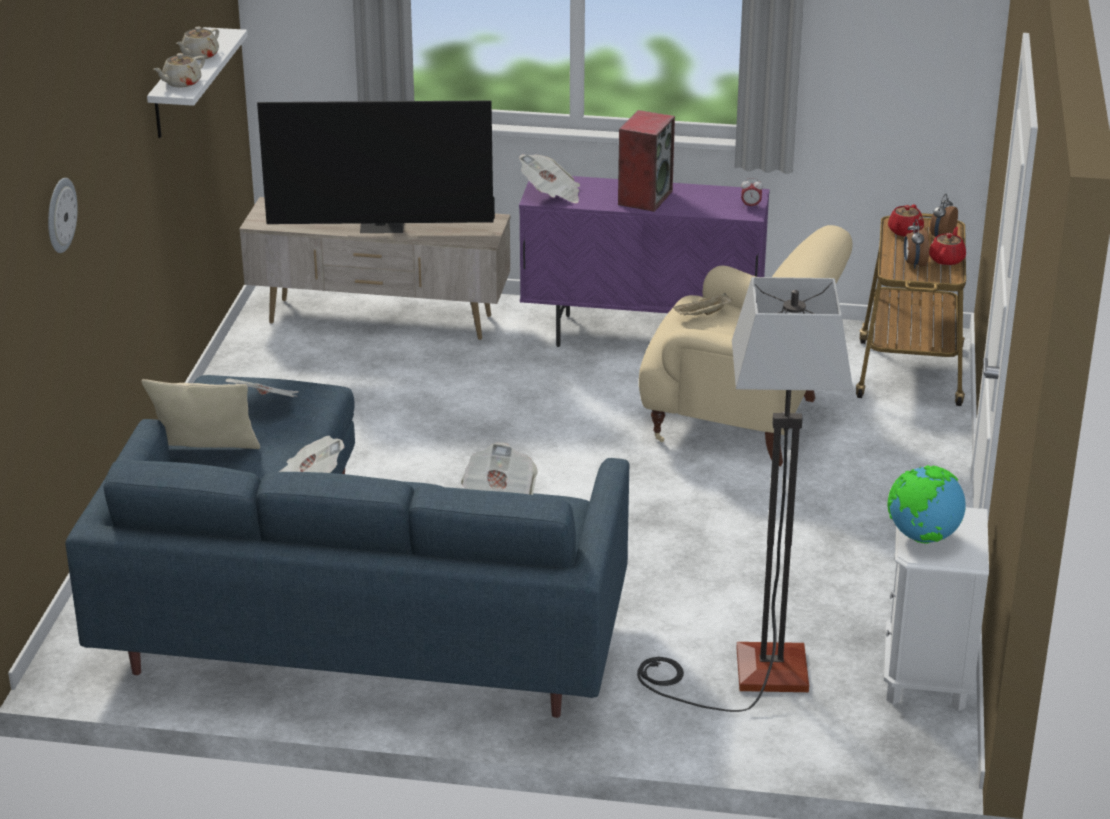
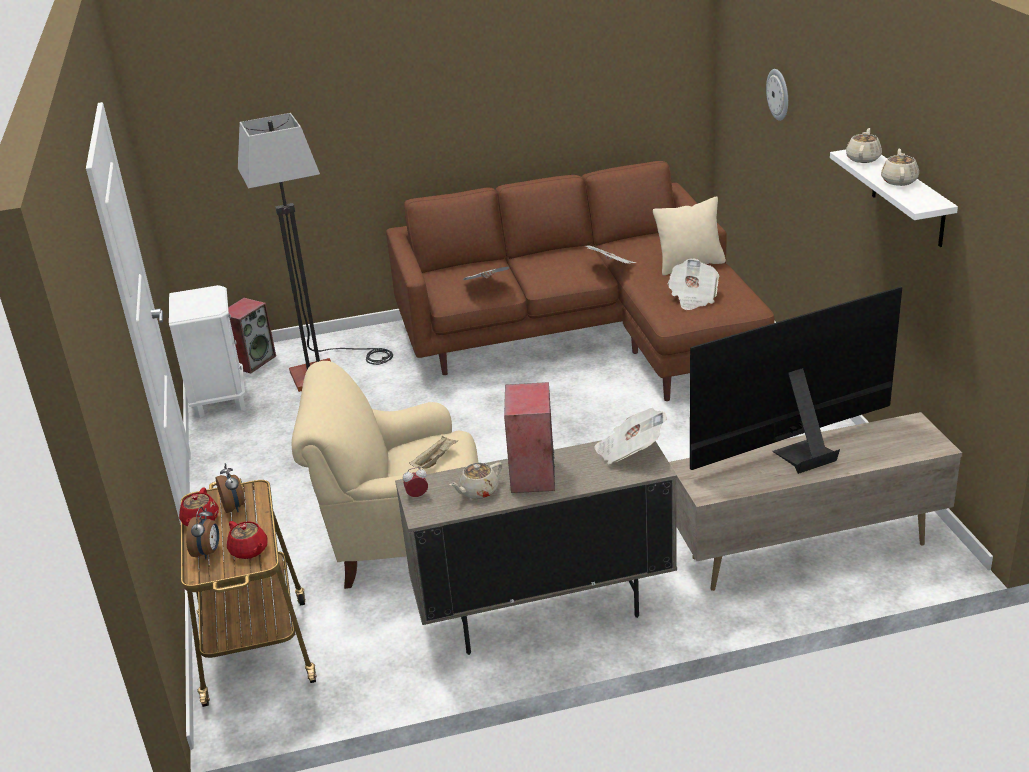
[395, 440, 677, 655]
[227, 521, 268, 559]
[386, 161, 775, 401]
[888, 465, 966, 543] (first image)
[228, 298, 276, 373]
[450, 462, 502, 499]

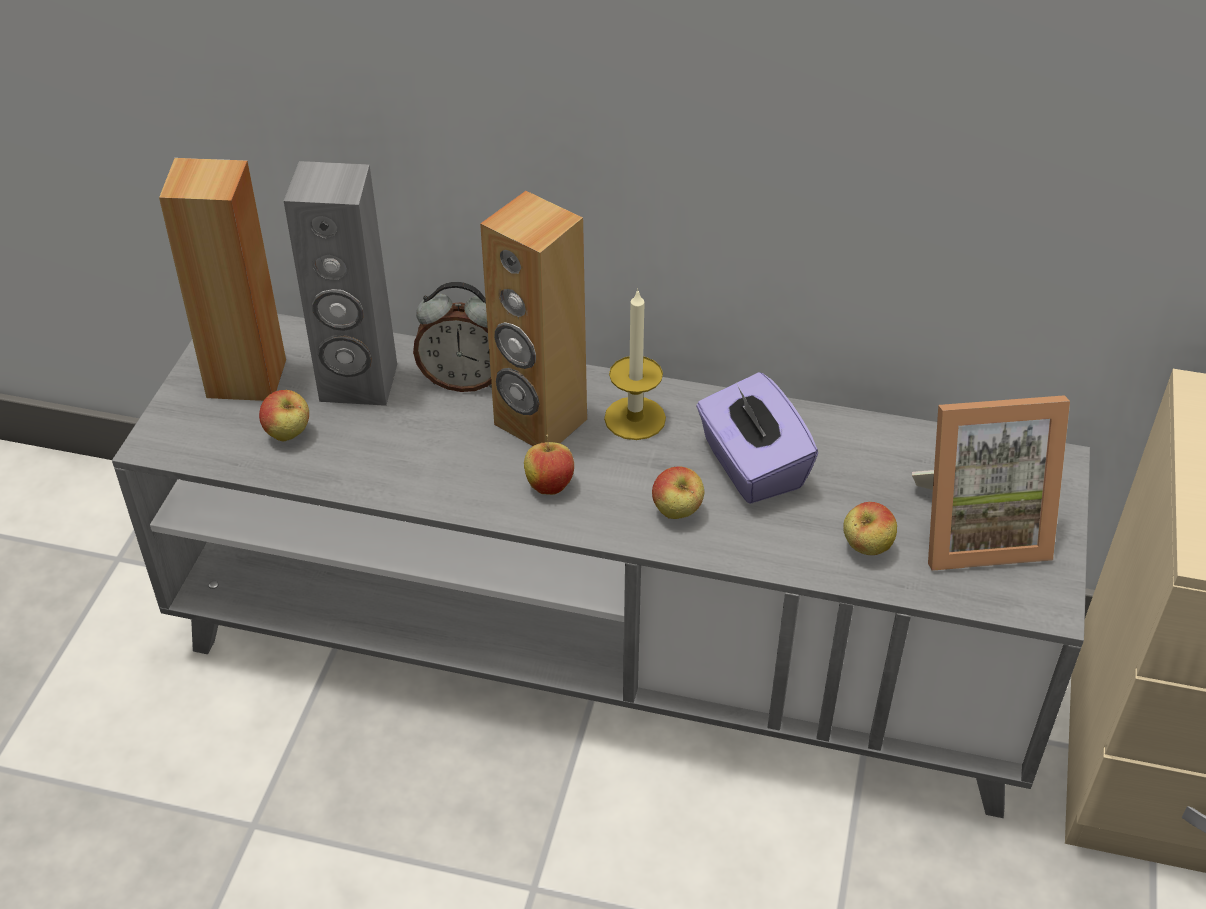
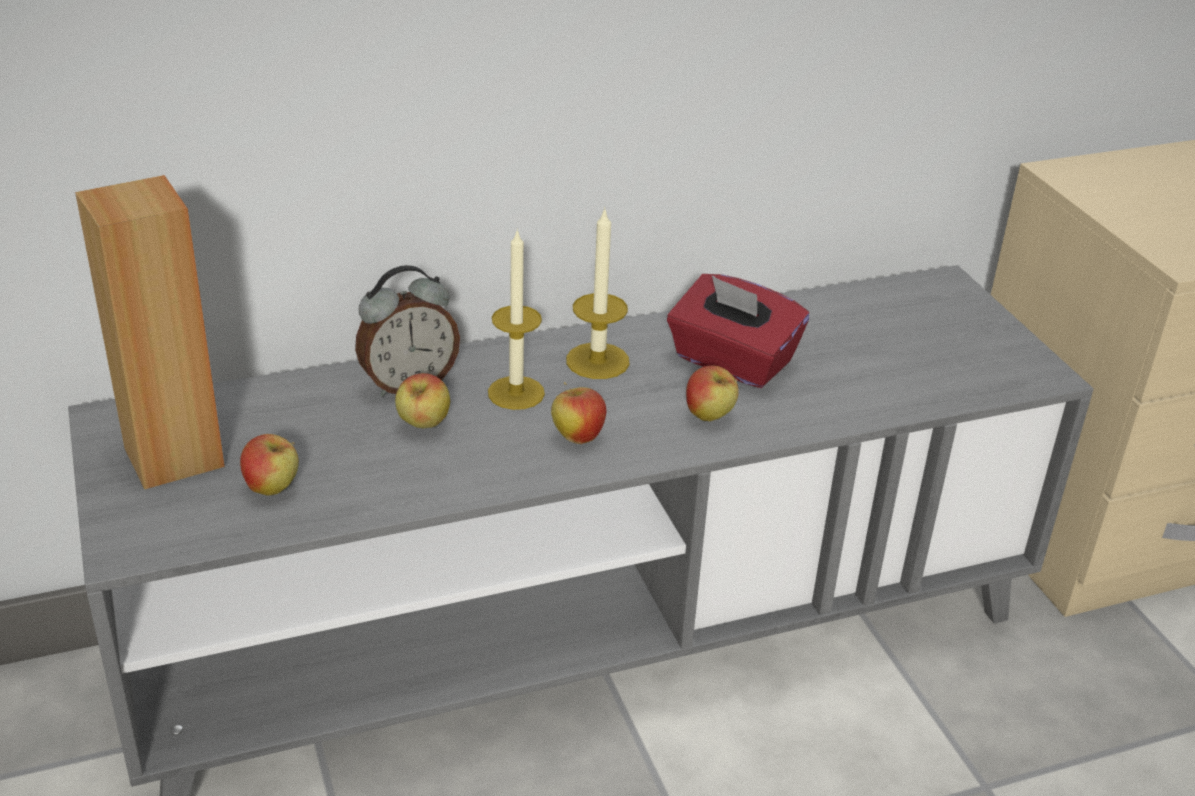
[284, 161, 397, 406] (first image)
[488, 228, 545, 410]
[667, 274, 809, 388]
[912, 395, 1070, 571] (first image)
[395, 373, 450, 428]

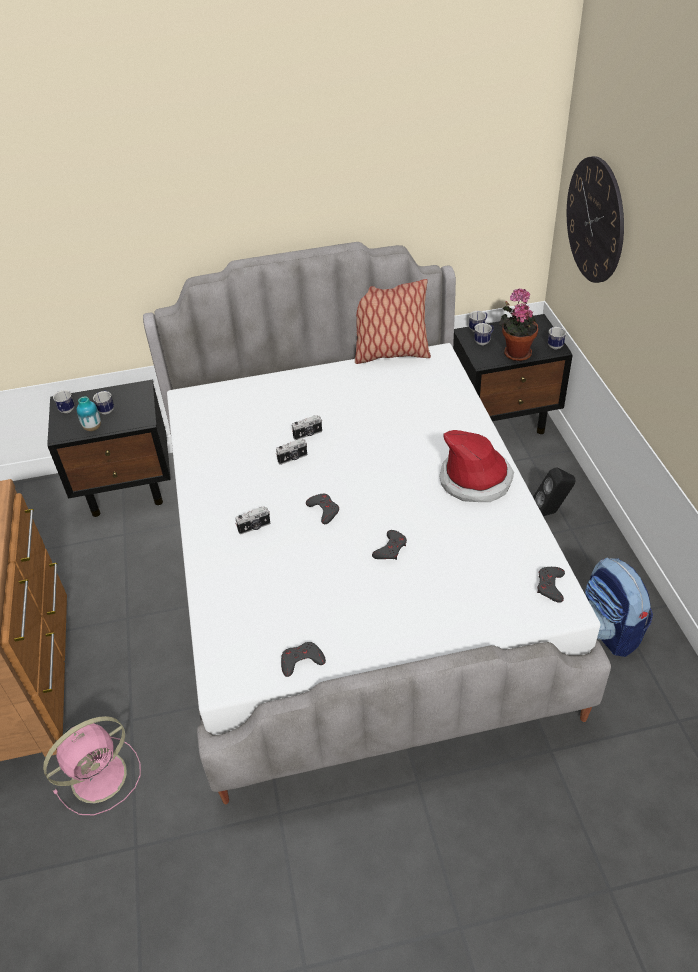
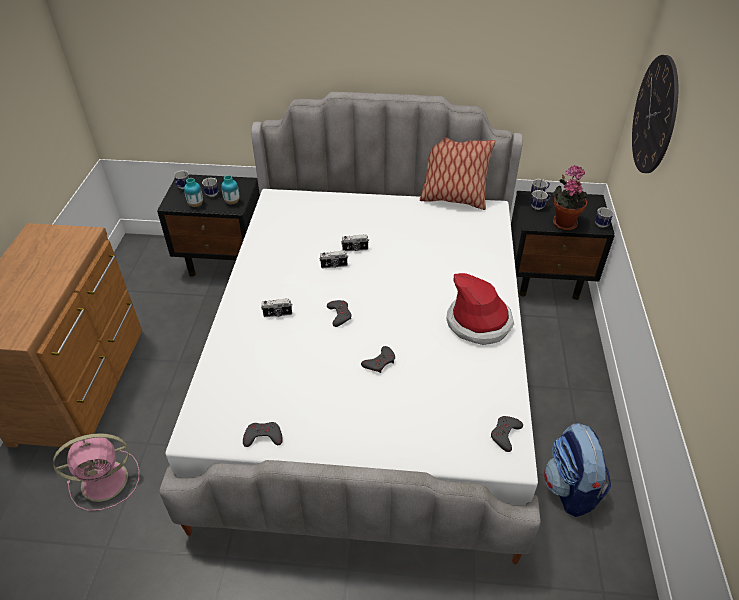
[533, 468, 576, 516] (first image)
[221, 175, 240, 204]

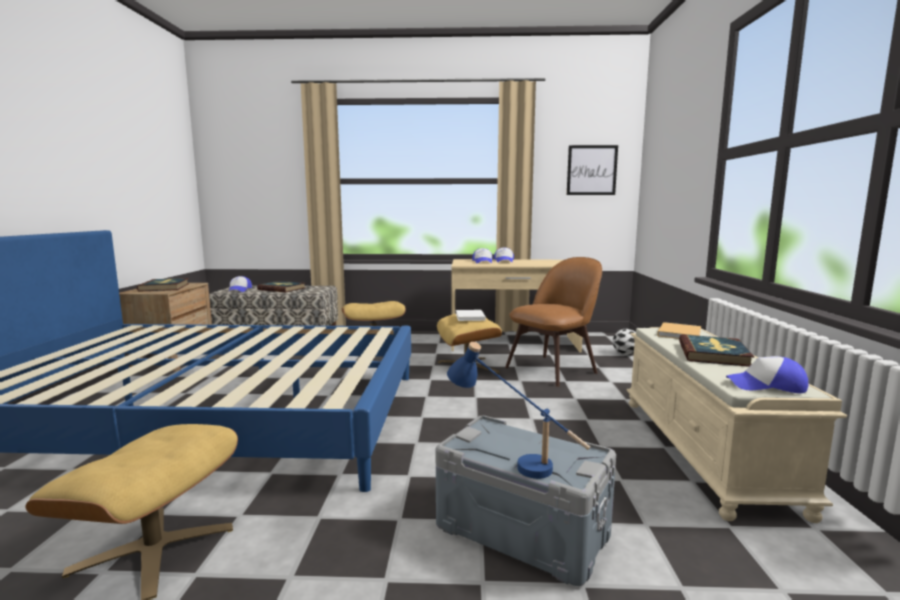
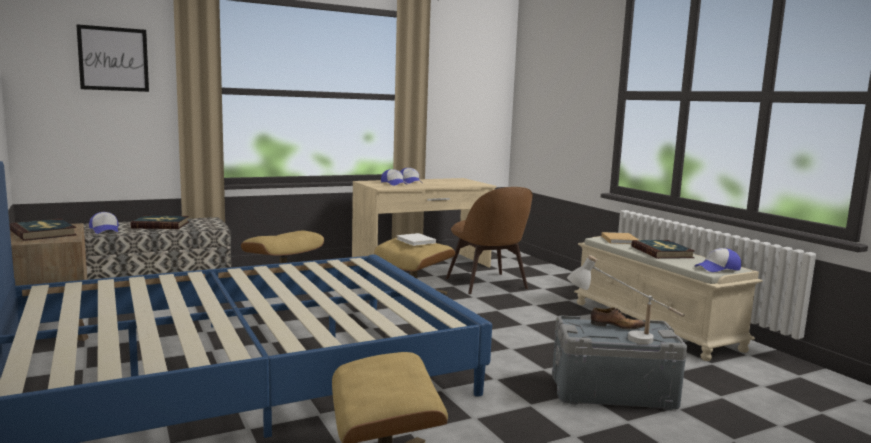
[76, 24, 149, 92]
[446, 187, 533, 294]
[613, 329, 636, 355] (first image)
[567, 255, 685, 344]
[591, 307, 645, 329]

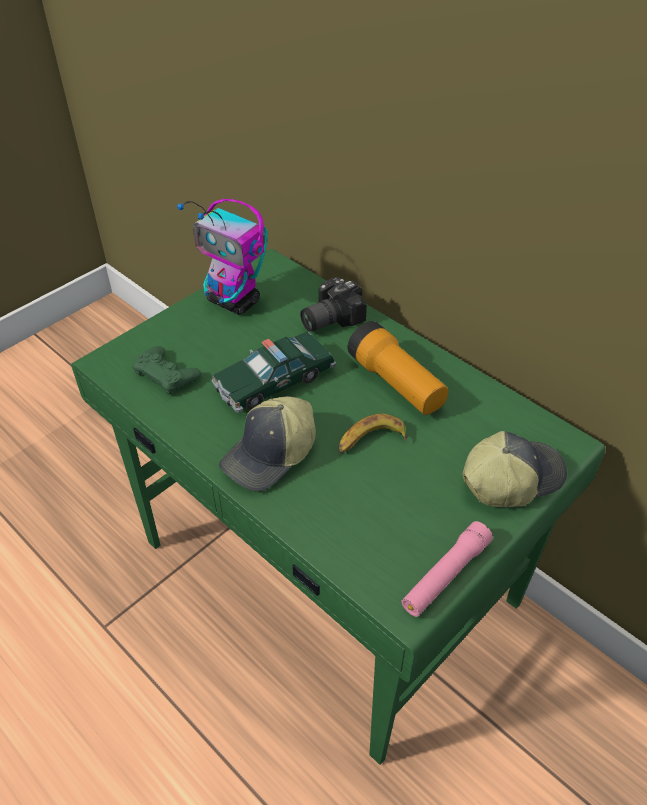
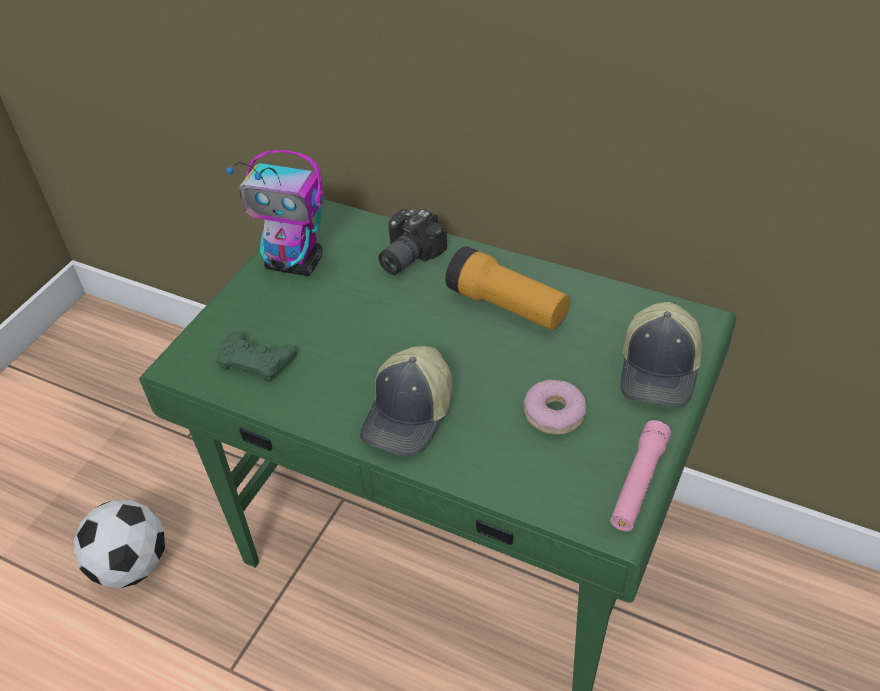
[212, 332, 336, 413] (first image)
[339, 414, 407, 453] (first image)
[620, 302, 702, 407]
[524, 379, 586, 435]
[74, 500, 165, 588]

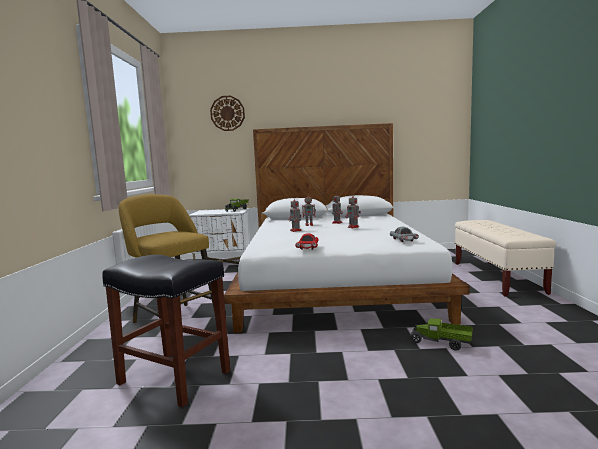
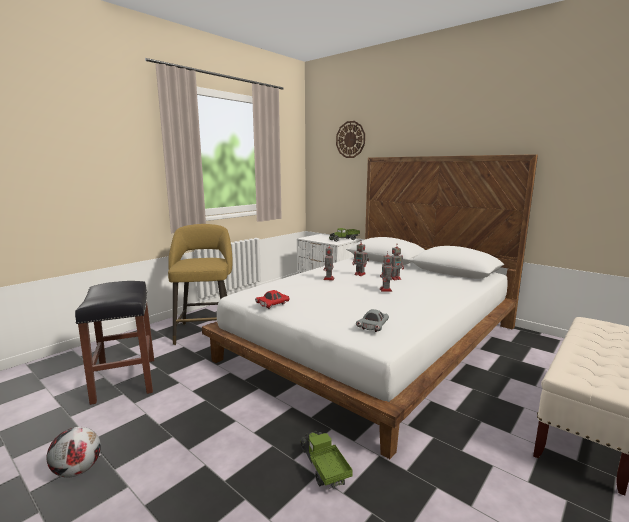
[47, 427, 101, 478]

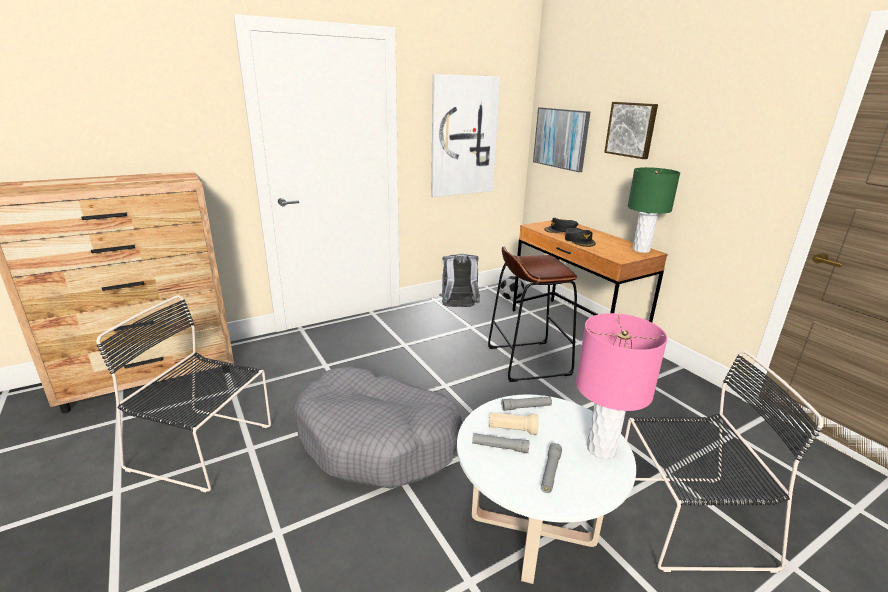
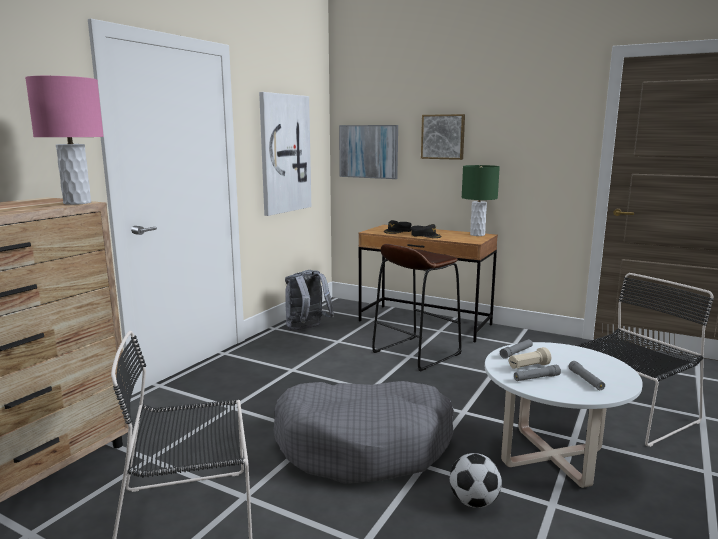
[450, 453, 502, 508]
[25, 76, 104, 205]

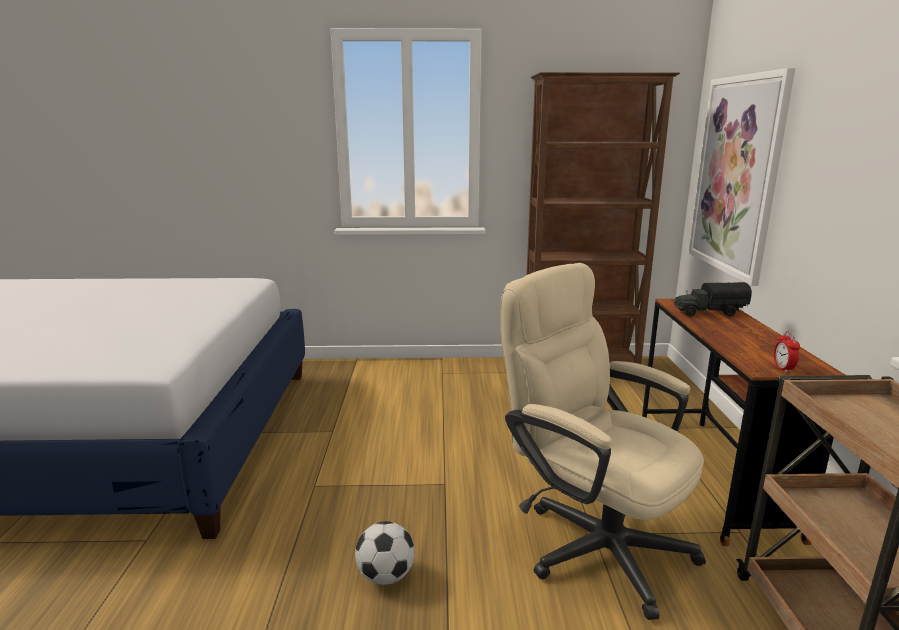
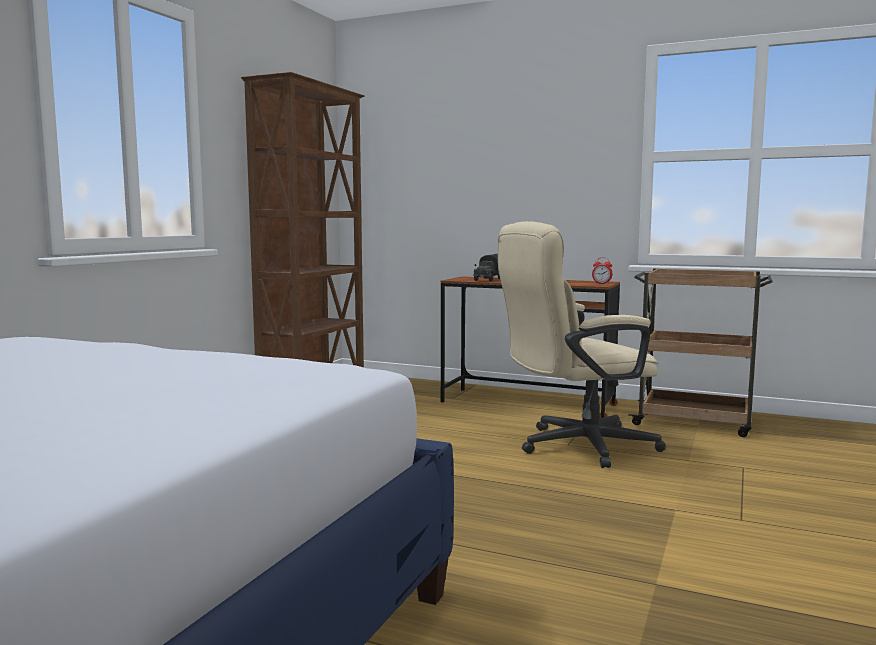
[689, 68, 795, 286] (first image)
[355, 521, 415, 585] (first image)

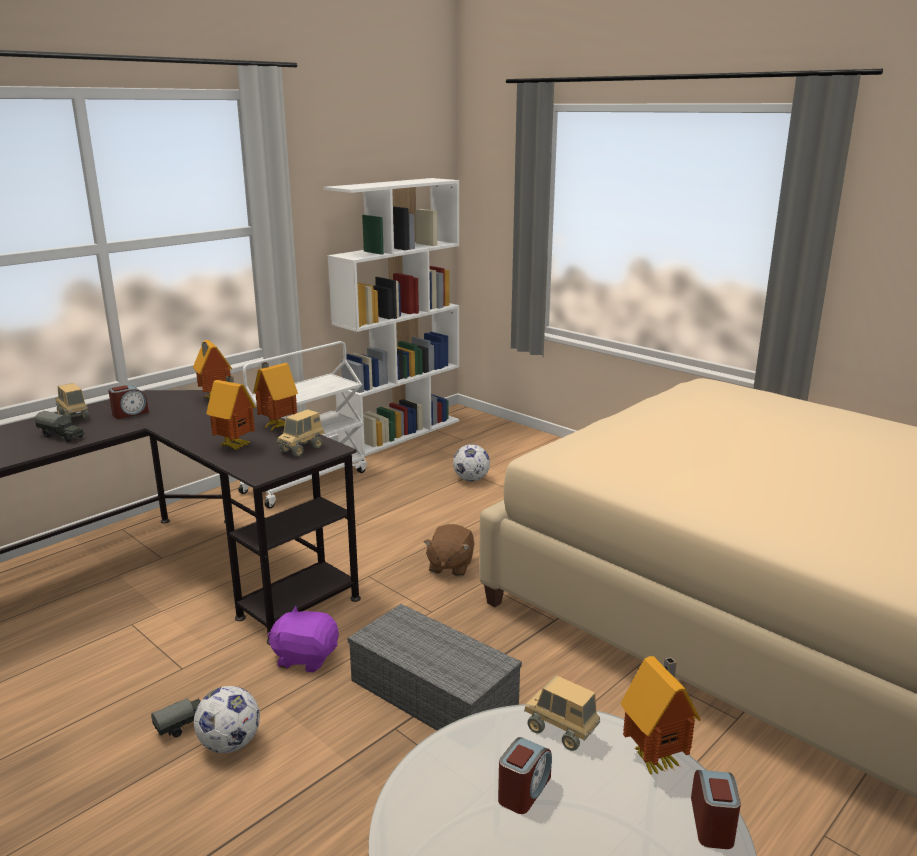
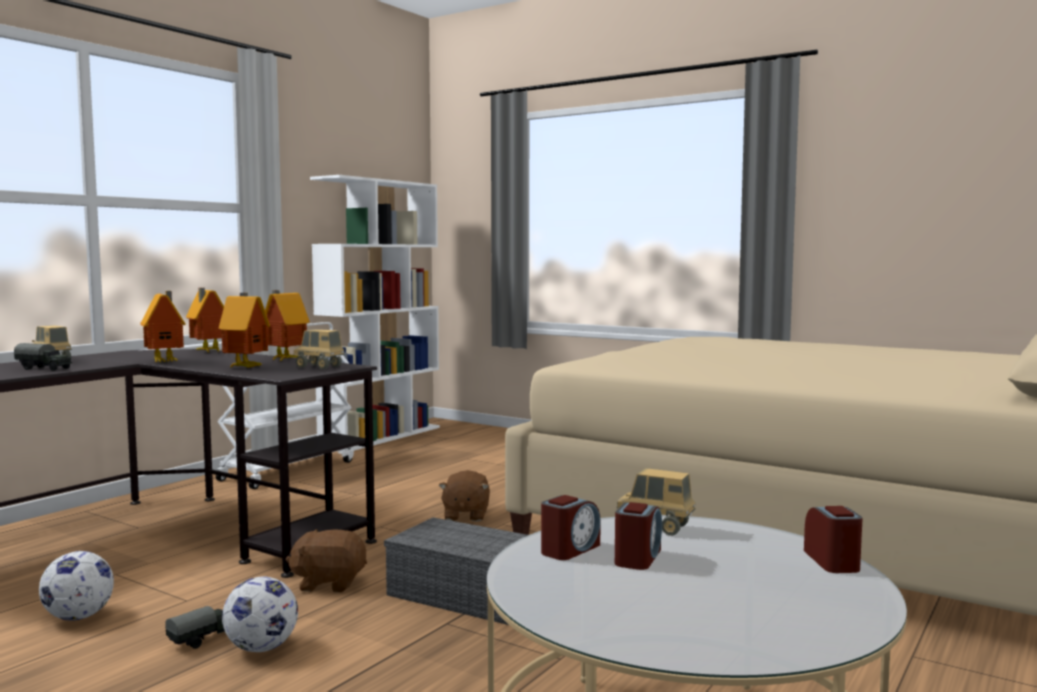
[541, 495, 601, 560]
[293, 329, 345, 369]
[39, 551, 114, 621]
[286, 529, 367, 592]
[140, 291, 185, 362]

